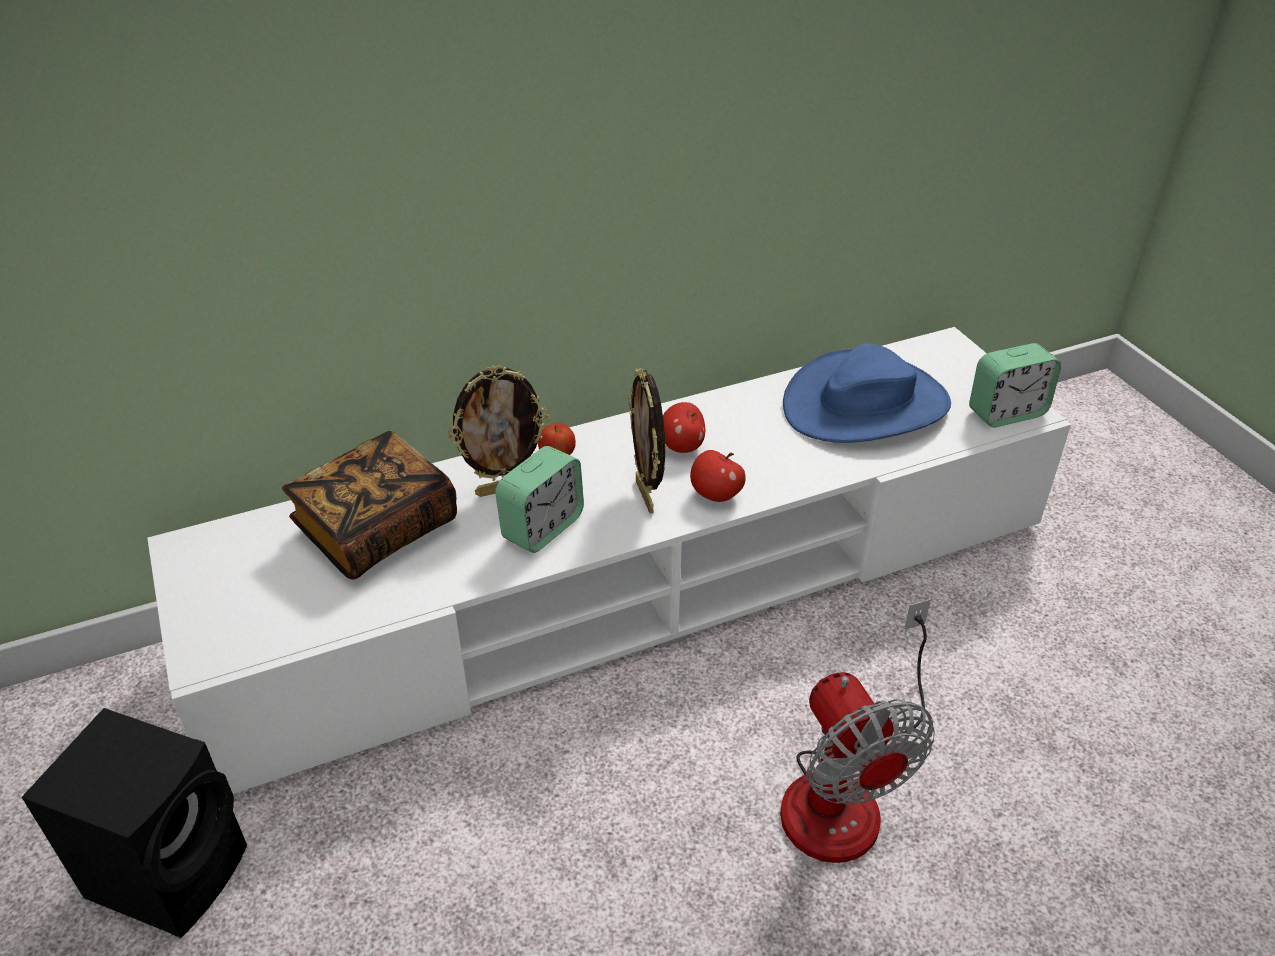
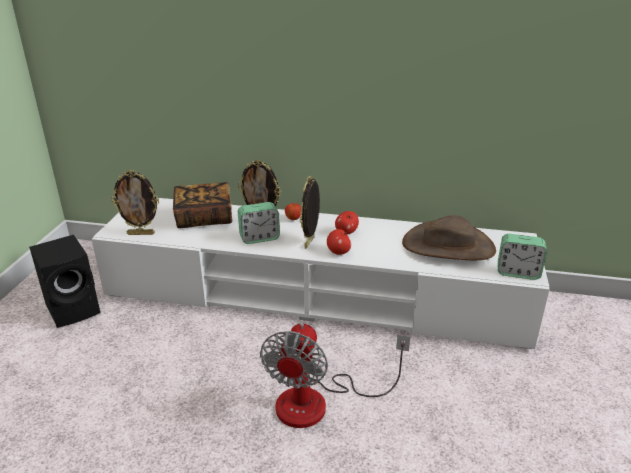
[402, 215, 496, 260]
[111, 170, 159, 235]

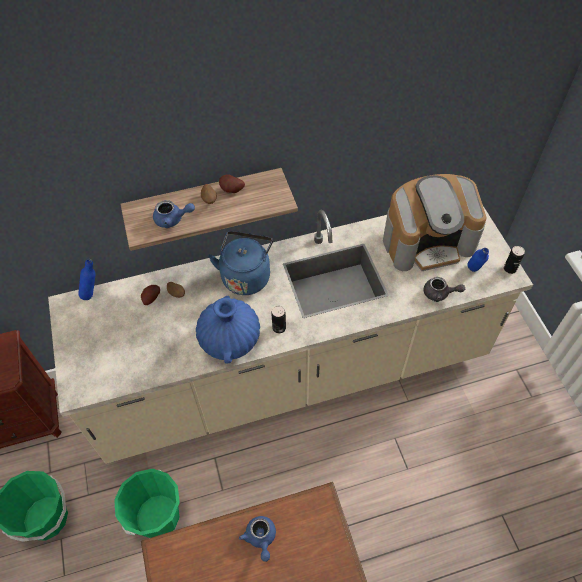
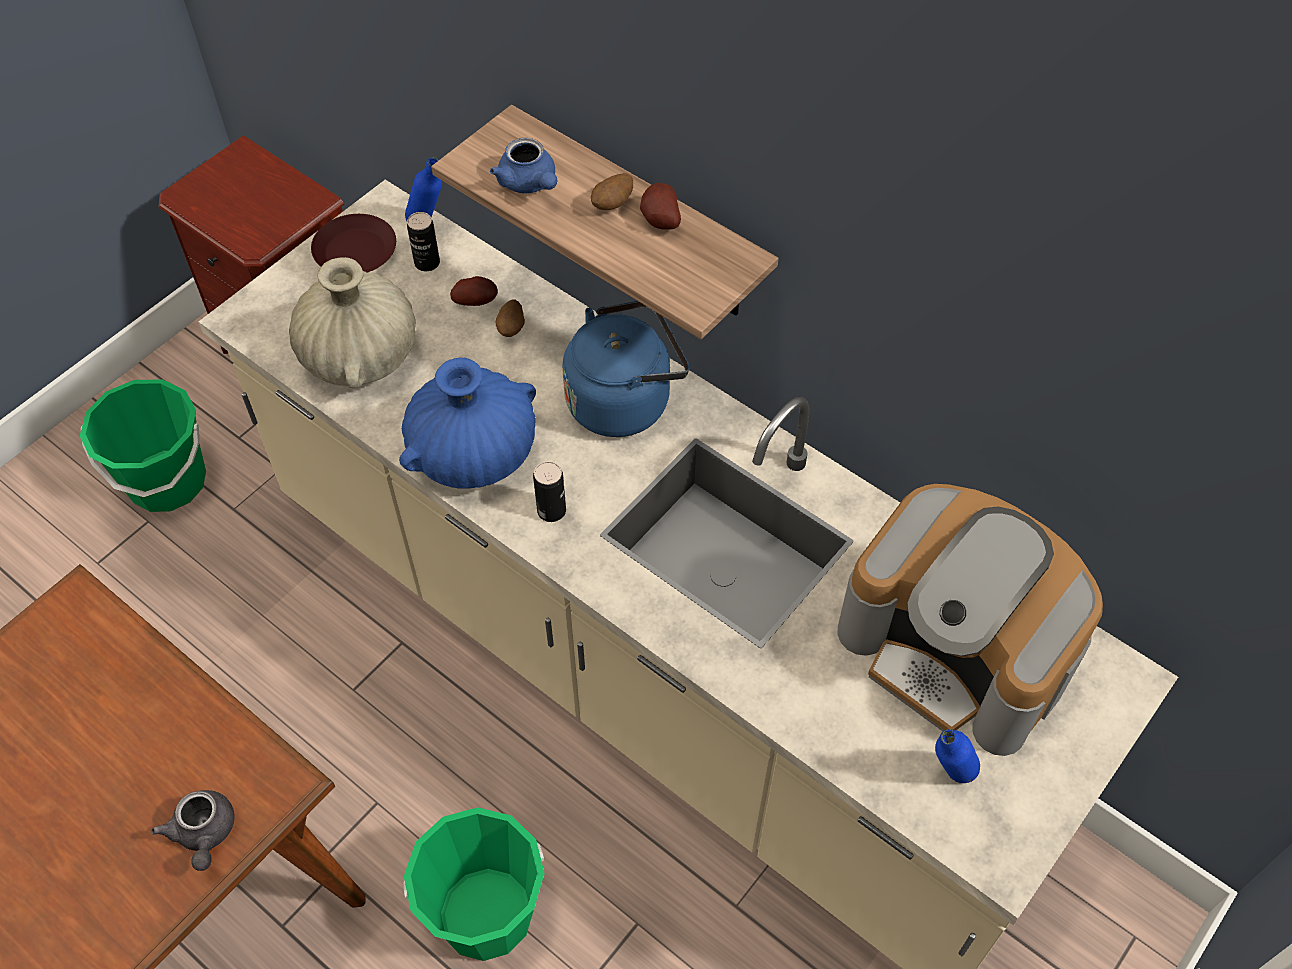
[407, 212, 440, 271]
[152, 790, 235, 871]
[403, 807, 545, 961]
[239, 516, 276, 562] (first image)
[311, 214, 396, 273]
[289, 257, 416, 388]

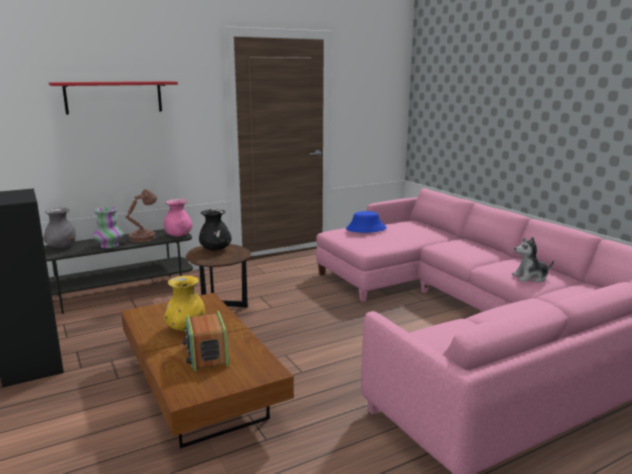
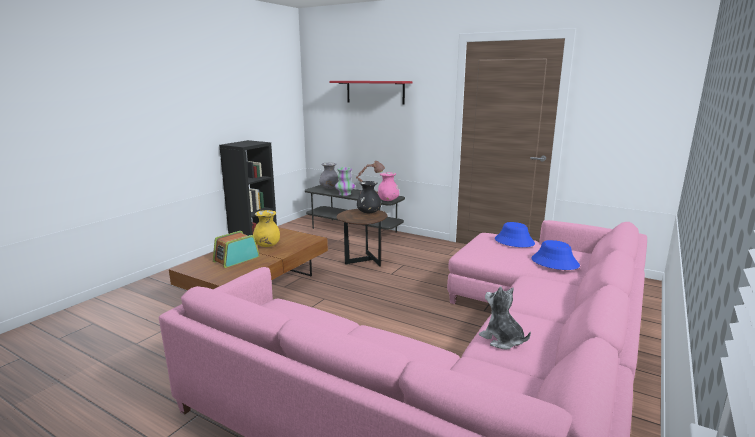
[531, 240, 580, 270]

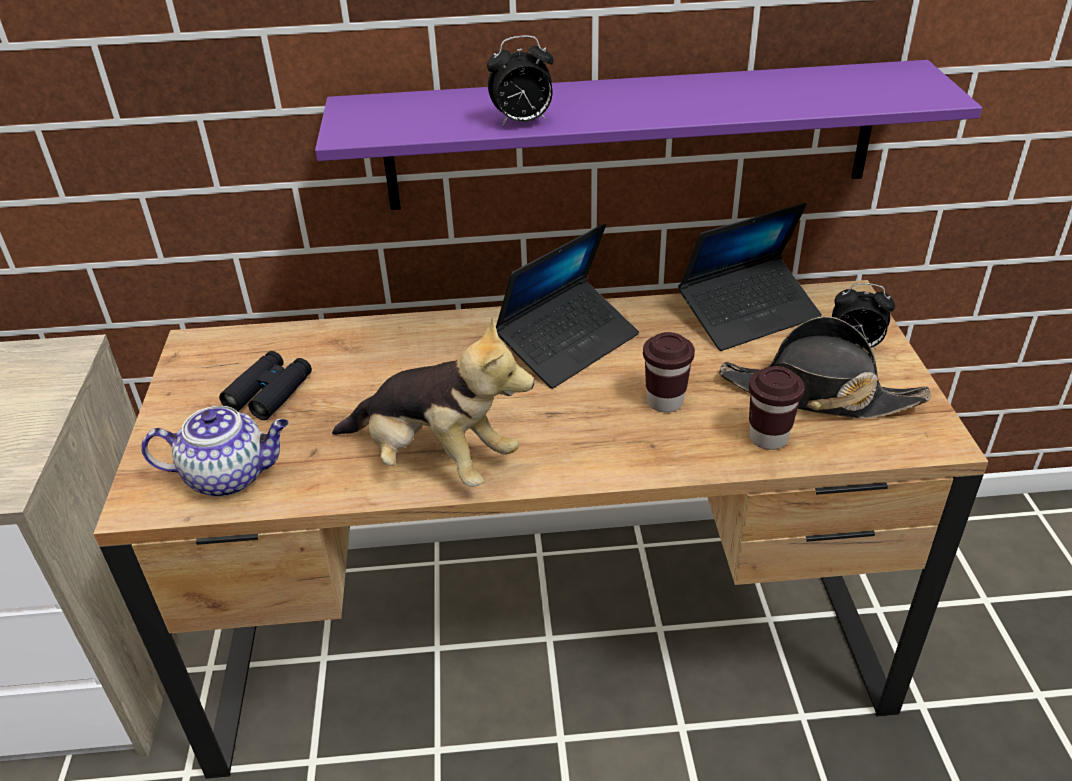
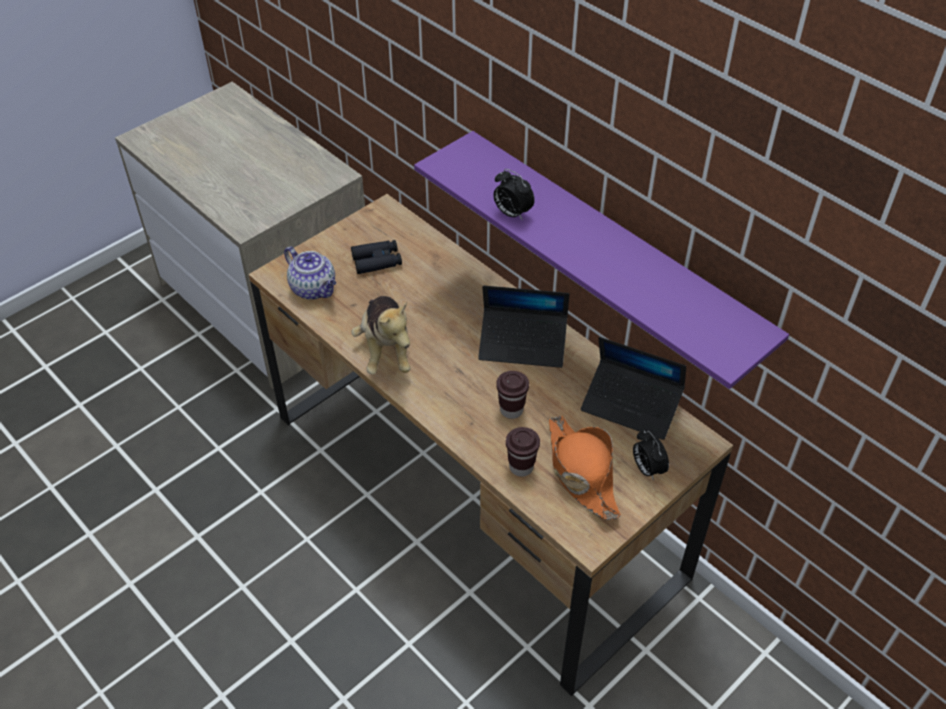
[549, 415, 621, 520]

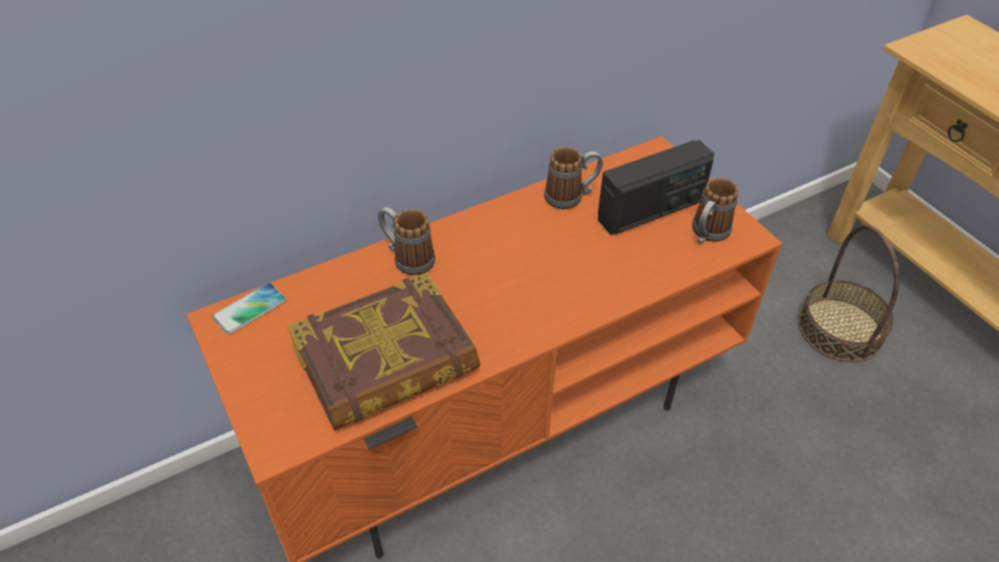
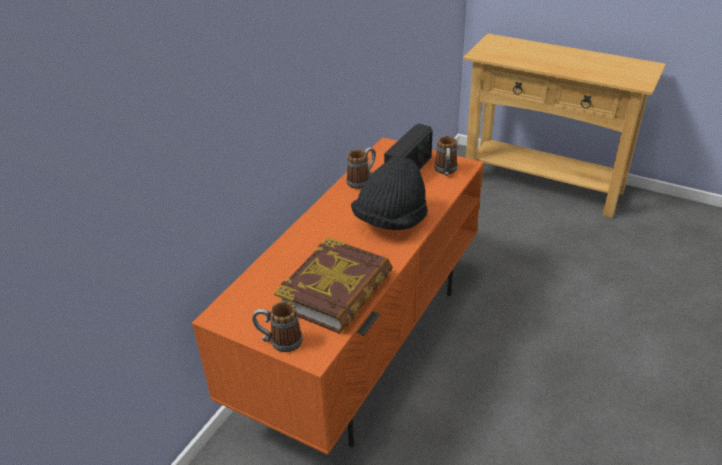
[252, 301, 303, 352]
[798, 224, 900, 362] (first image)
[212, 283, 286, 335] (first image)
[351, 156, 428, 230]

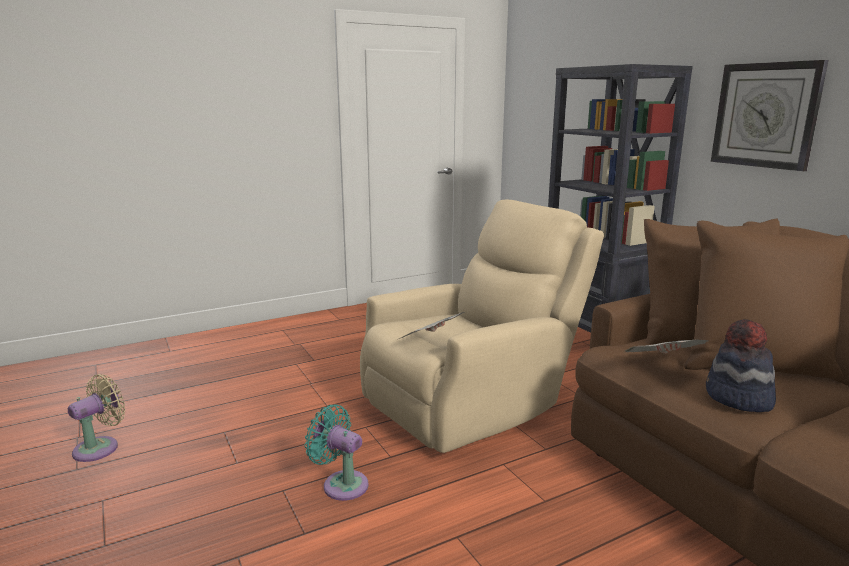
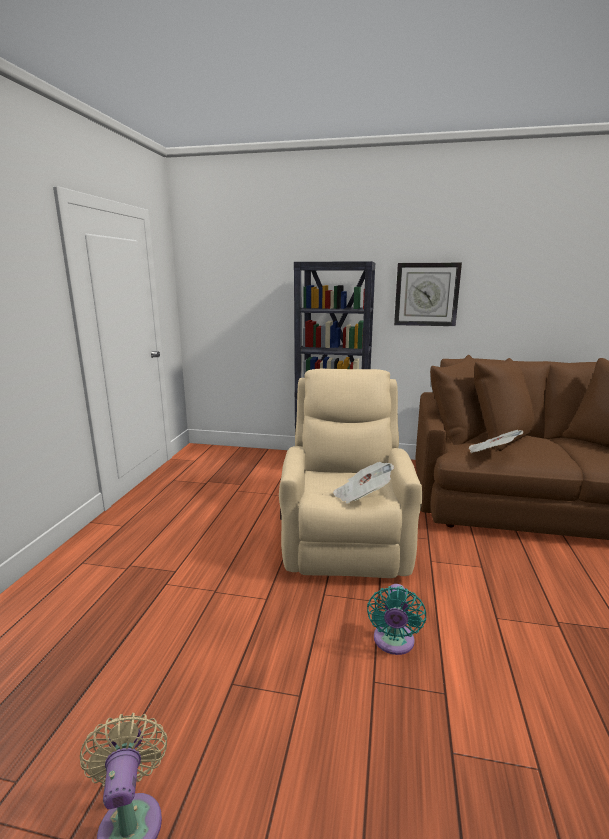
[706, 319, 776, 412] (first image)
[367, 584, 426, 655]

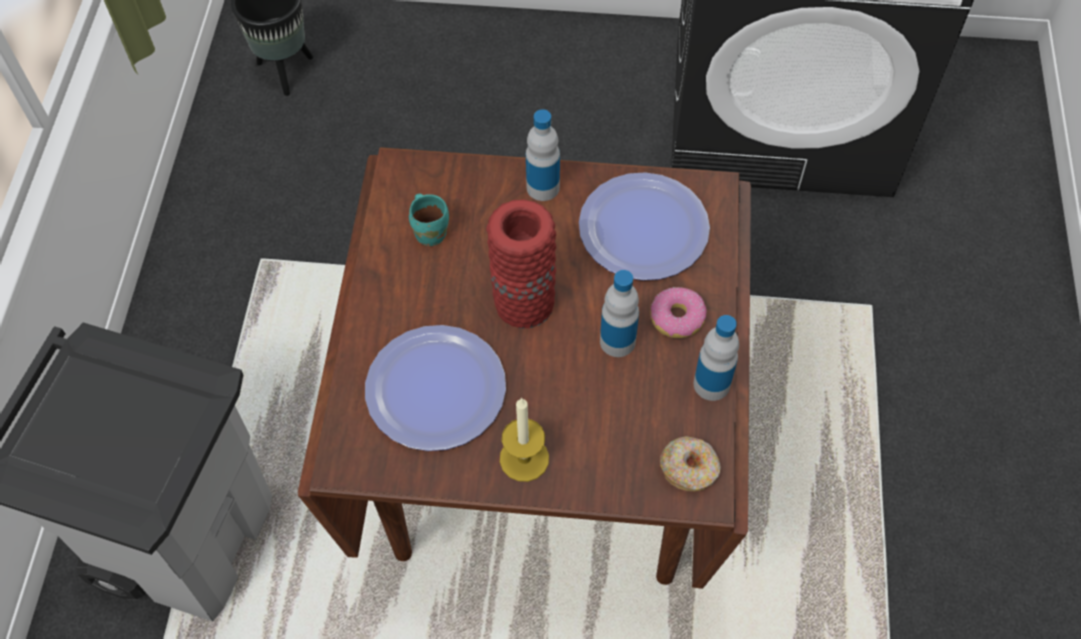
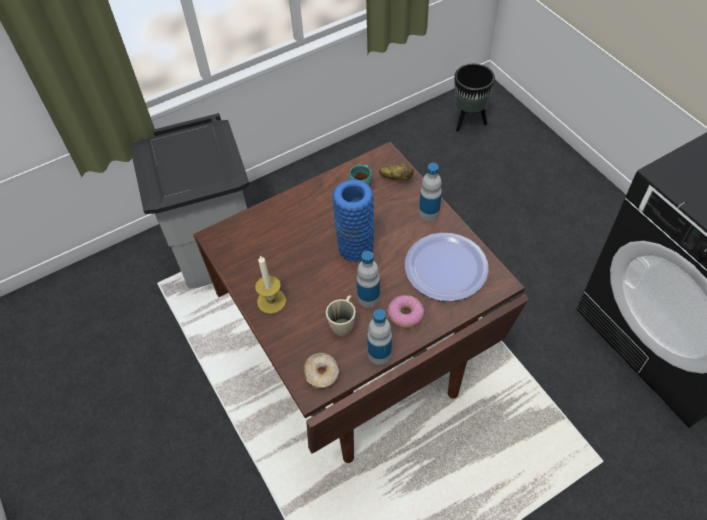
[333, 180, 374, 262]
[365, 325, 506, 451] (first image)
[380, 164, 414, 181]
[326, 295, 356, 336]

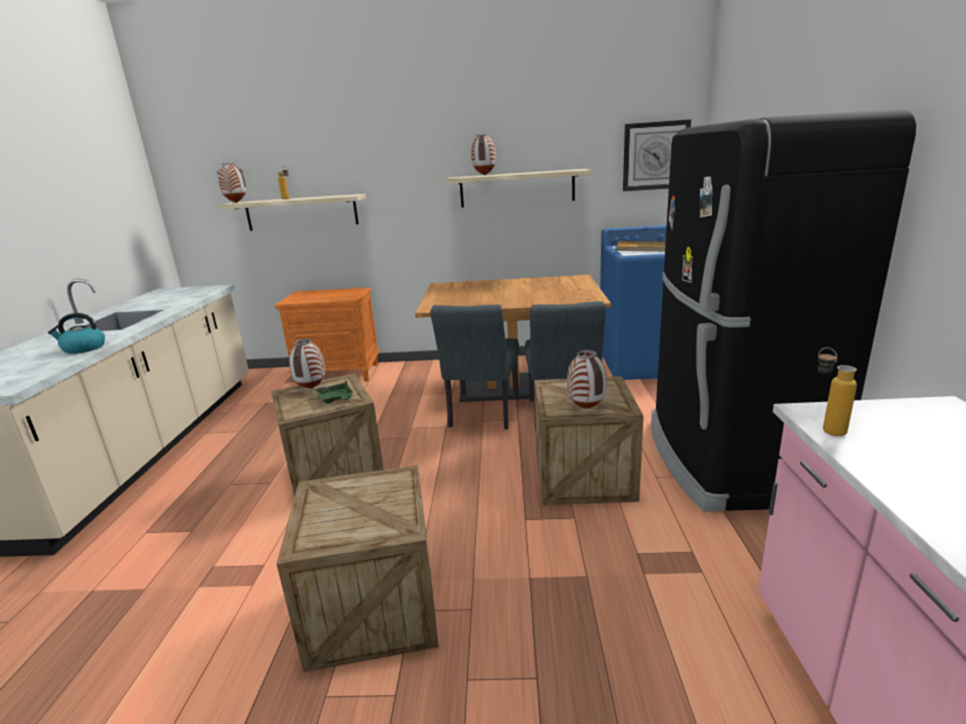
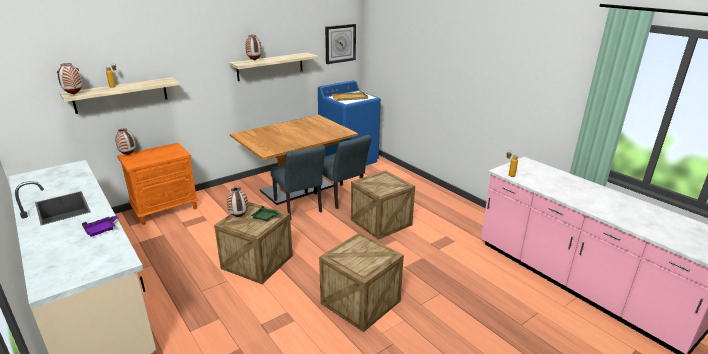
[651, 108, 916, 512] (first image)
[82, 215, 118, 237]
[115, 128, 136, 155]

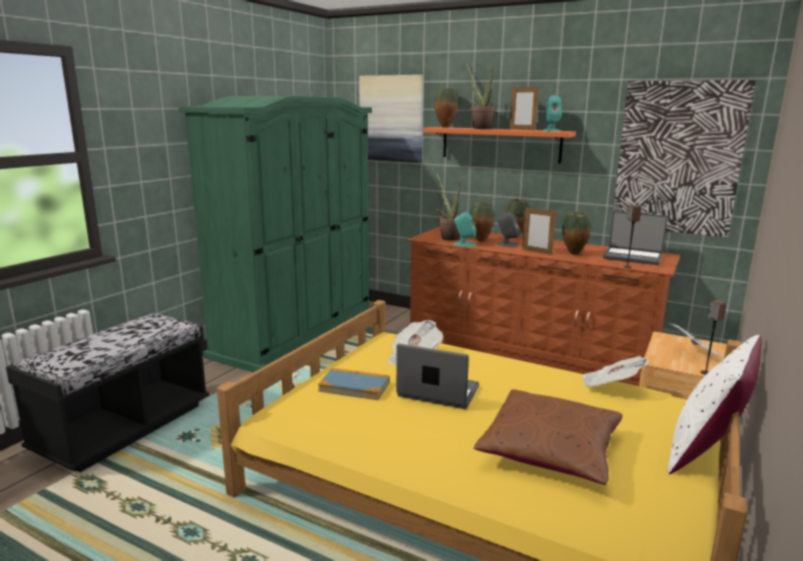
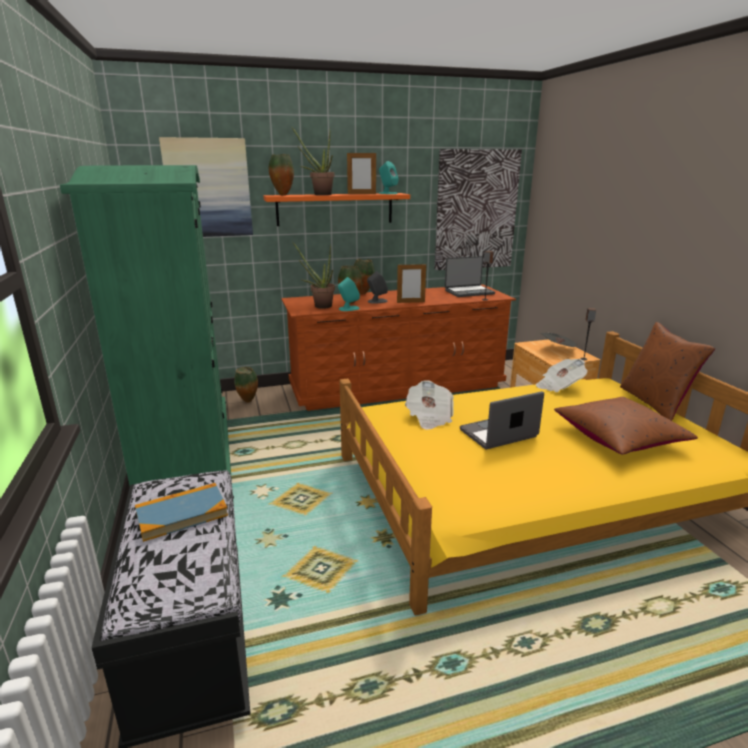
[234, 367, 258, 402]
[620, 322, 715, 421]
[135, 483, 228, 542]

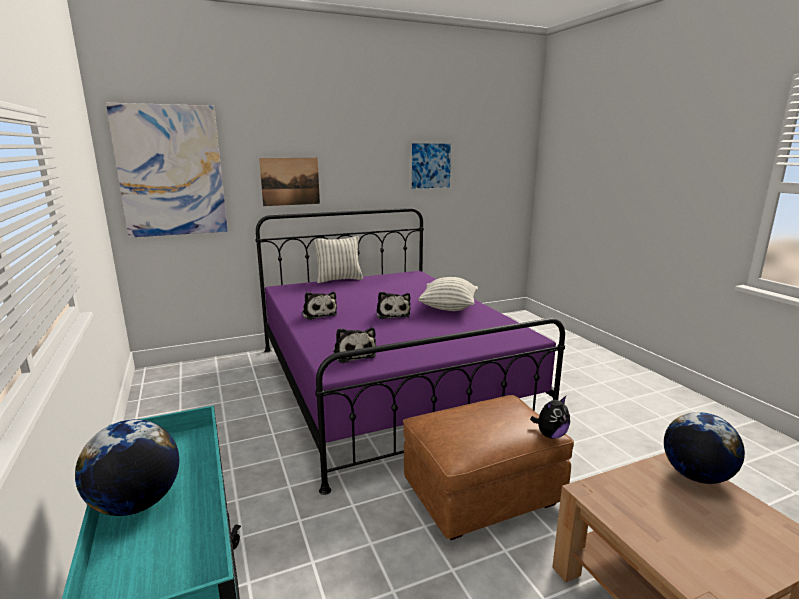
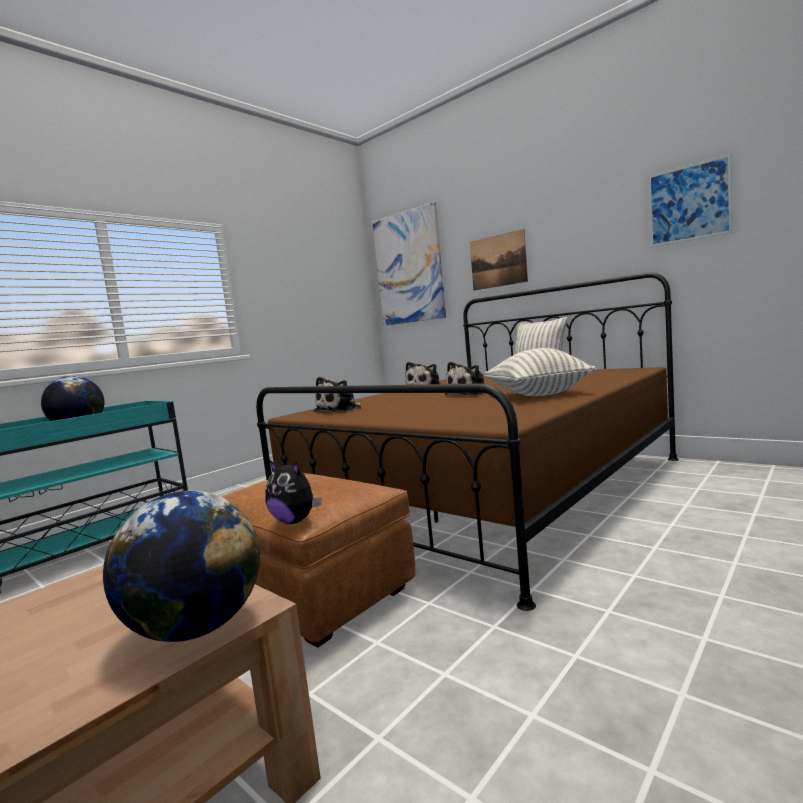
[256, 272, 679, 611]

